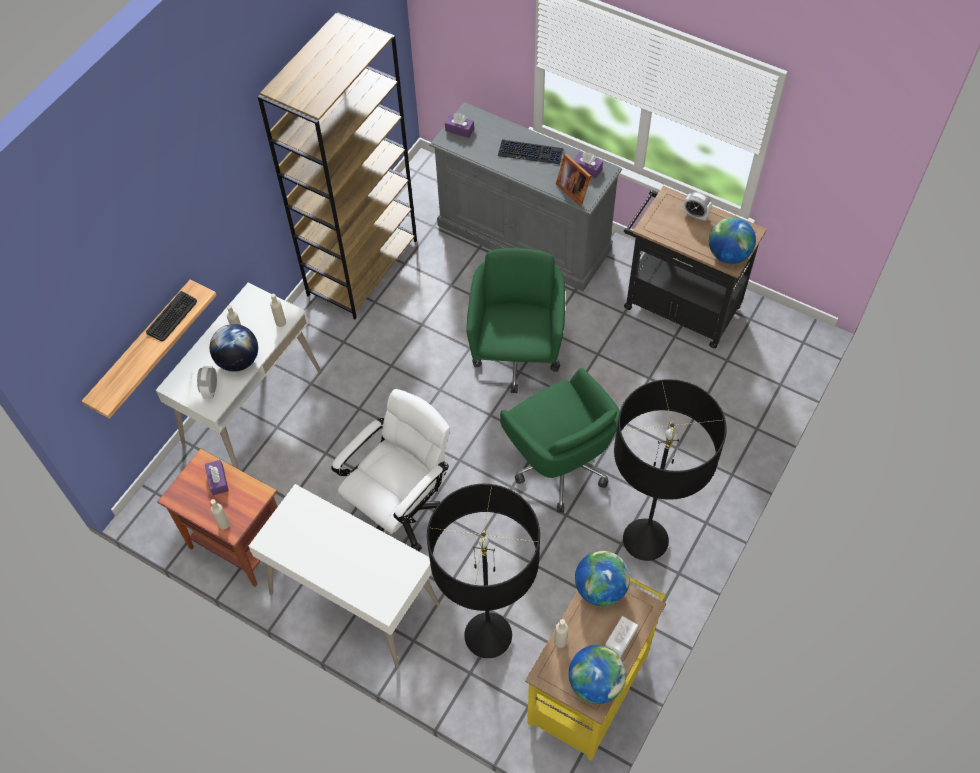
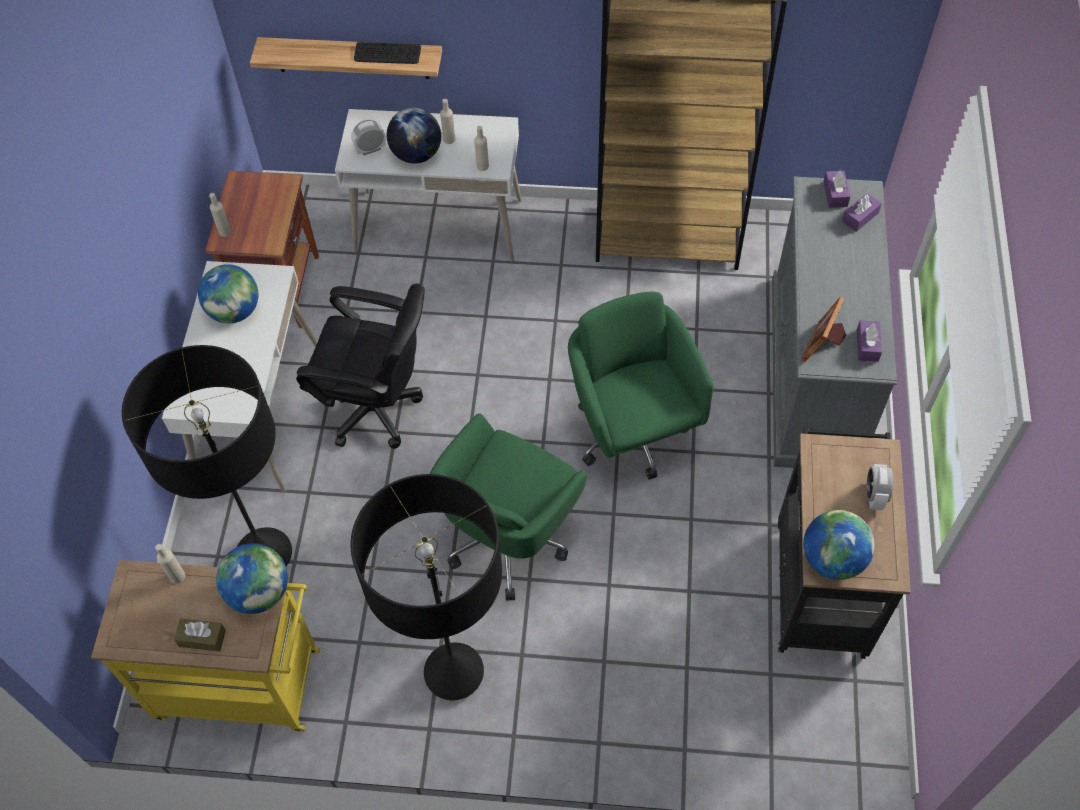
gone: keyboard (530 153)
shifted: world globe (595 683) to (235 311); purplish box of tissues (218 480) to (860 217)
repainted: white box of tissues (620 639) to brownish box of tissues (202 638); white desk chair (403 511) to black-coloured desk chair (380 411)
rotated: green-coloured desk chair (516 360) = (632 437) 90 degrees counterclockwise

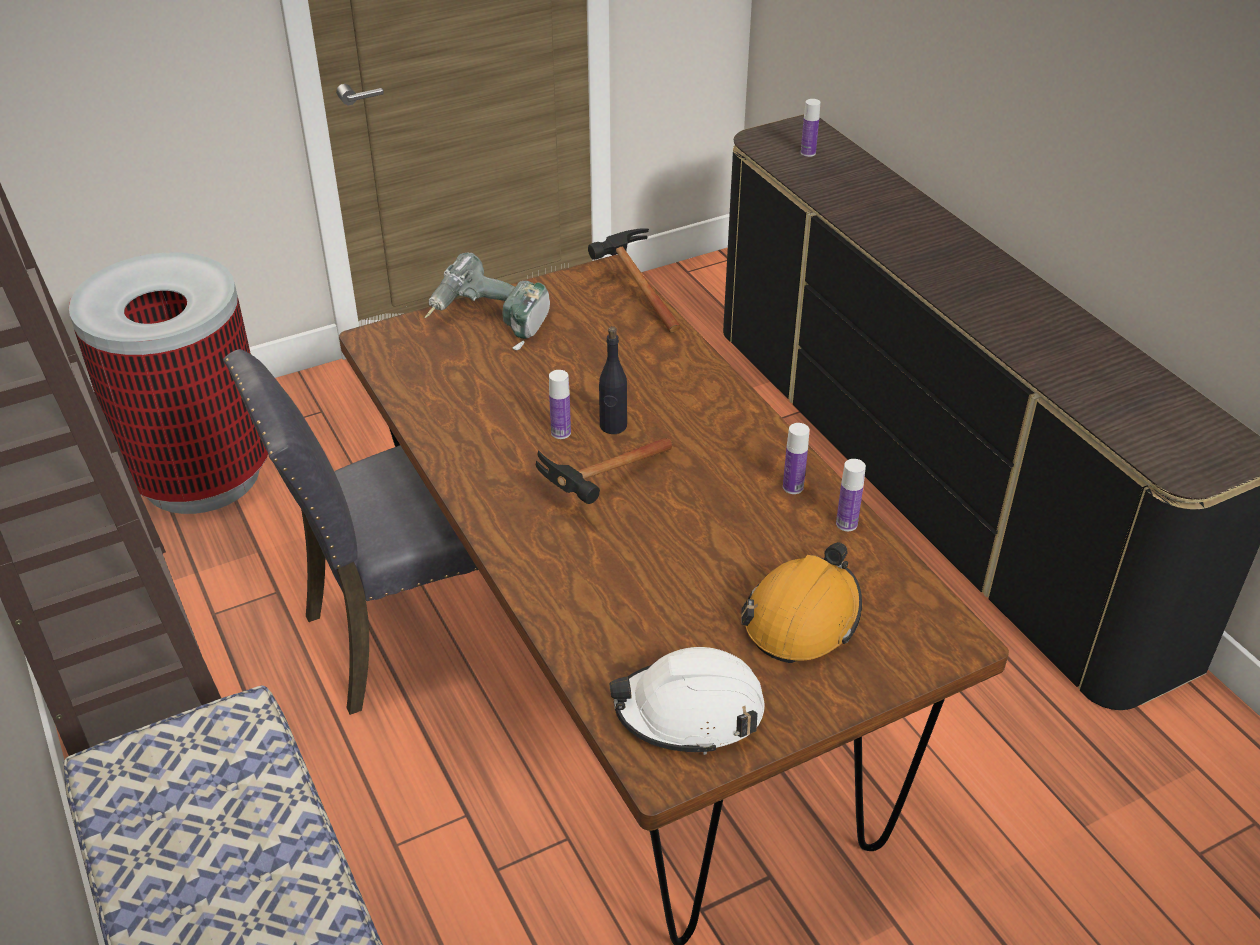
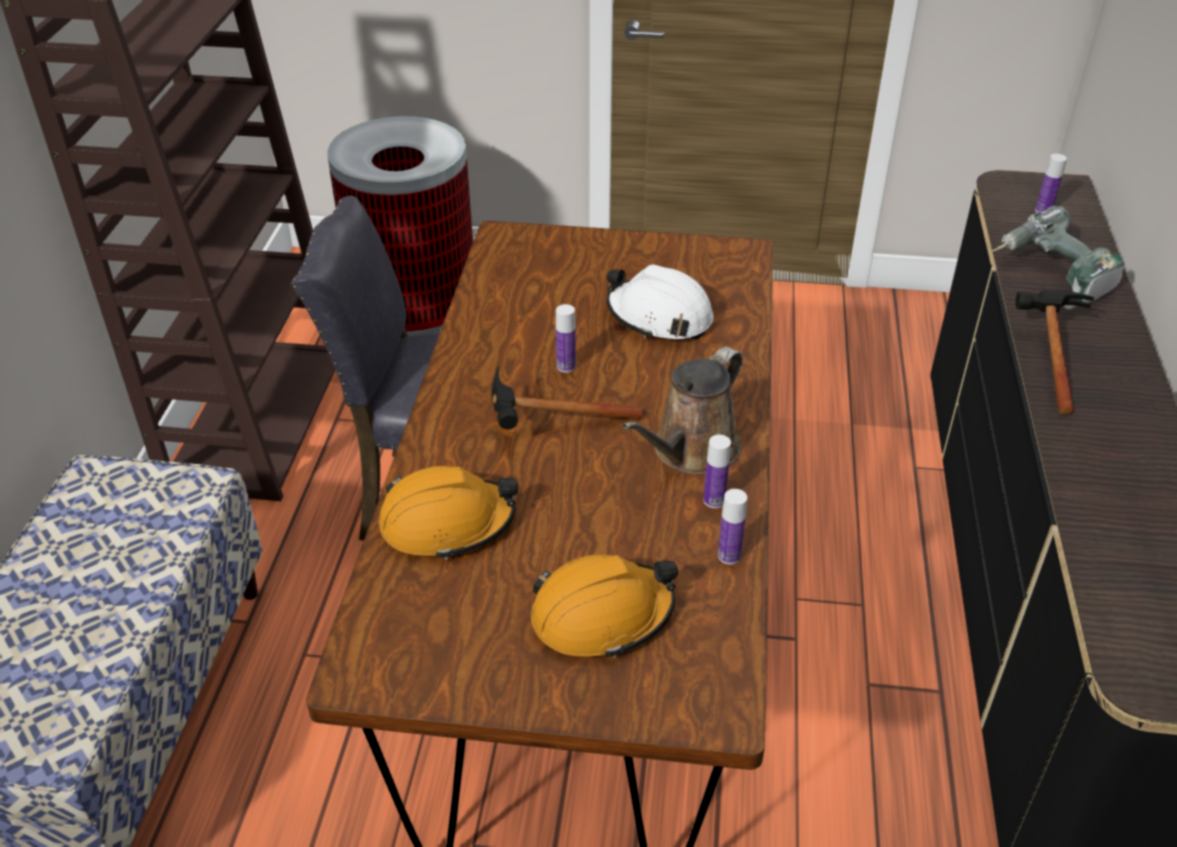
gone: black-coloured bottle (613 426)
new: orange safety helmet (447 523); brownish watering pot (691 451)
shifted: white safety helmet (689 712) to (659 317); power drill (488 322) to (1052 277); tool hammer (633 292) to (1046 357)

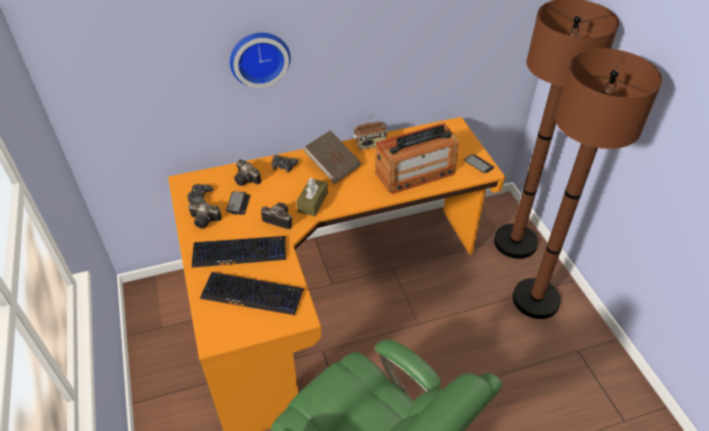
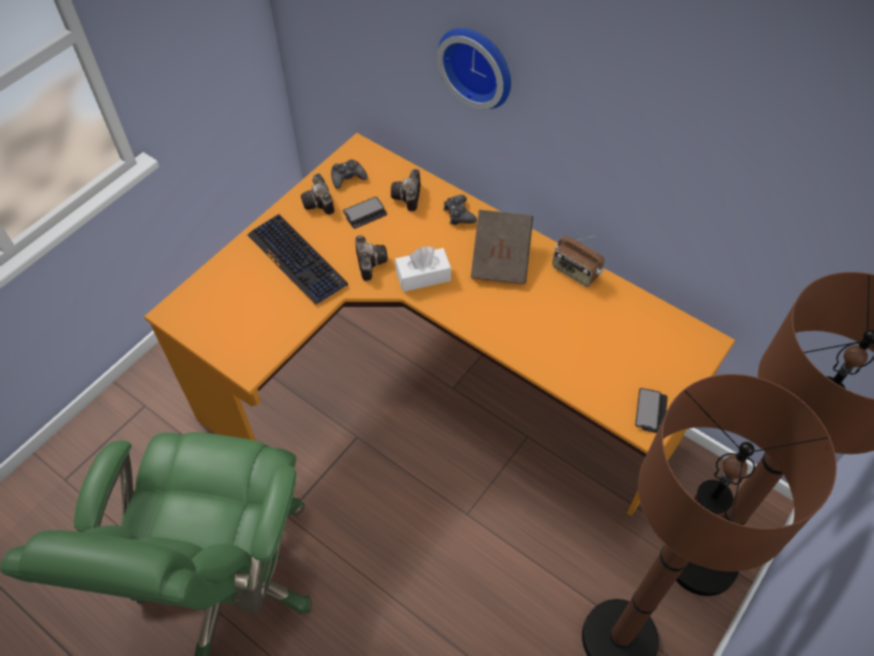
gone: keyboard (252 294); radio receiver (415 173)
repainted: brownish box of tissues (313 202) to white box of tissues (423 276)

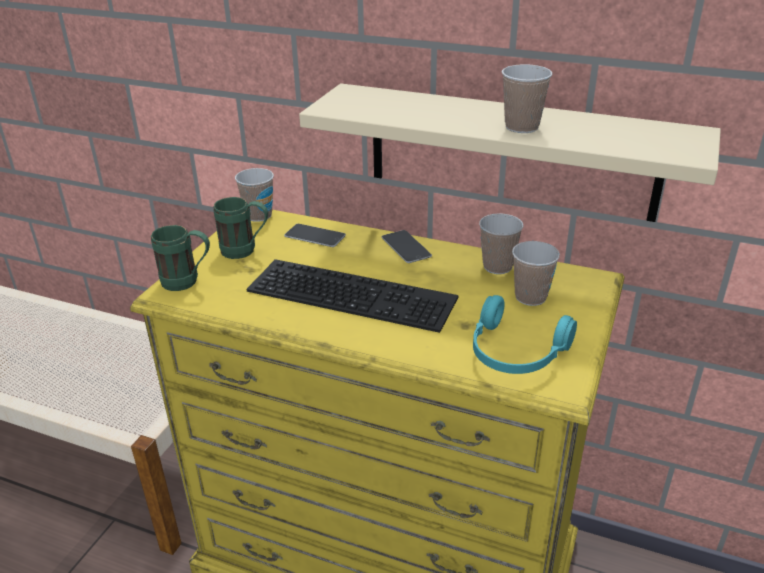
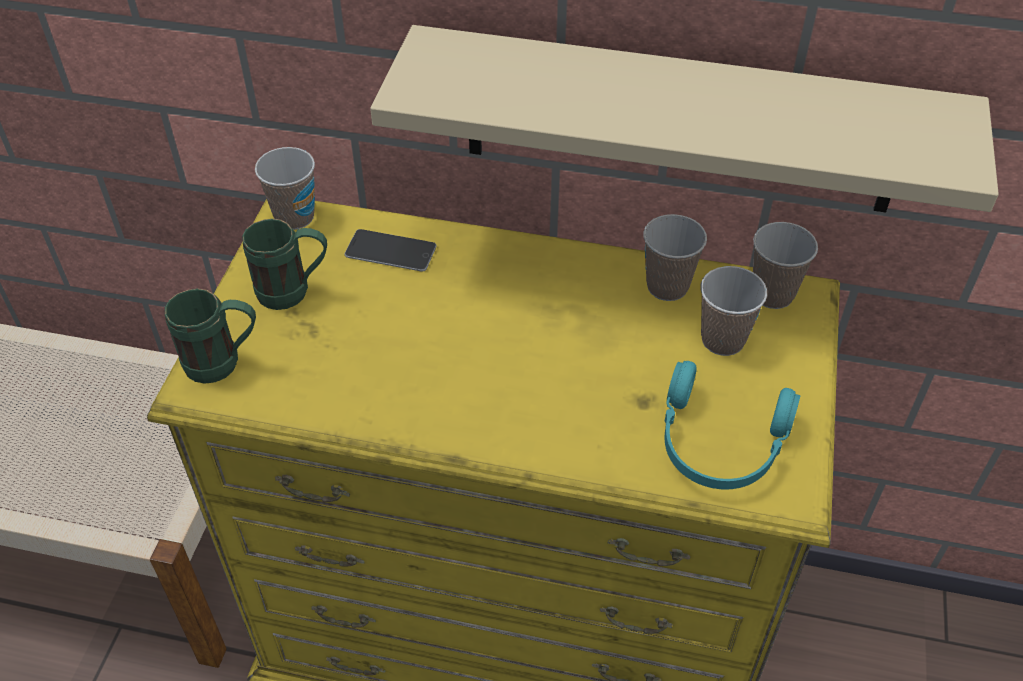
gone: keyboard (355 292); phone (406 247)
shifted: small cup (521 127) to (772 294)

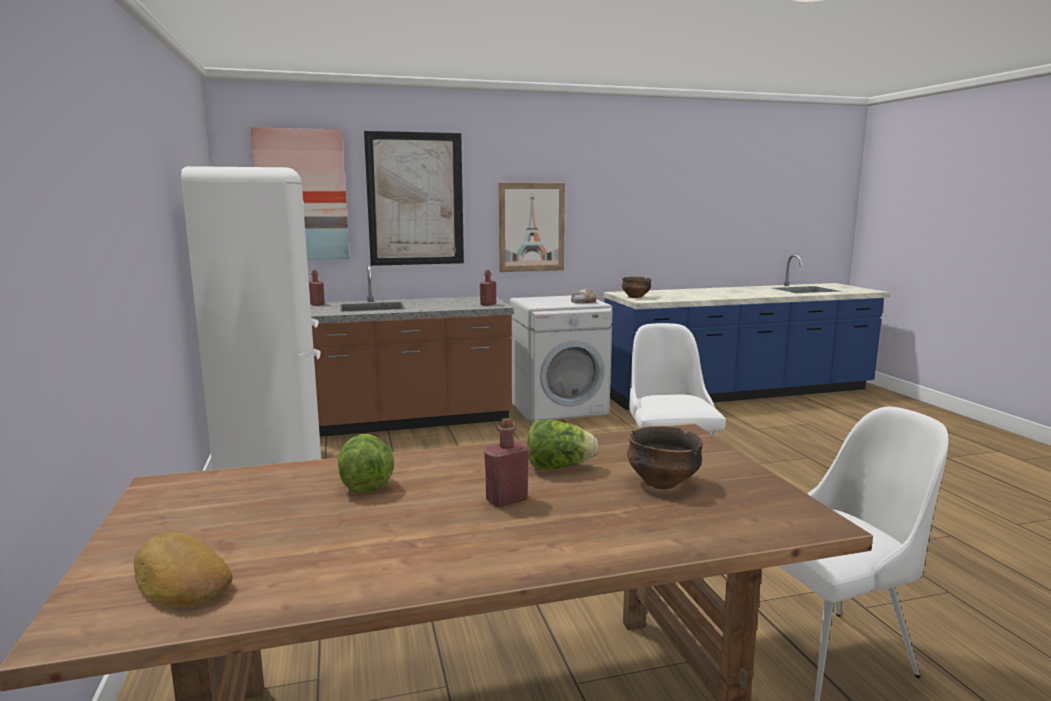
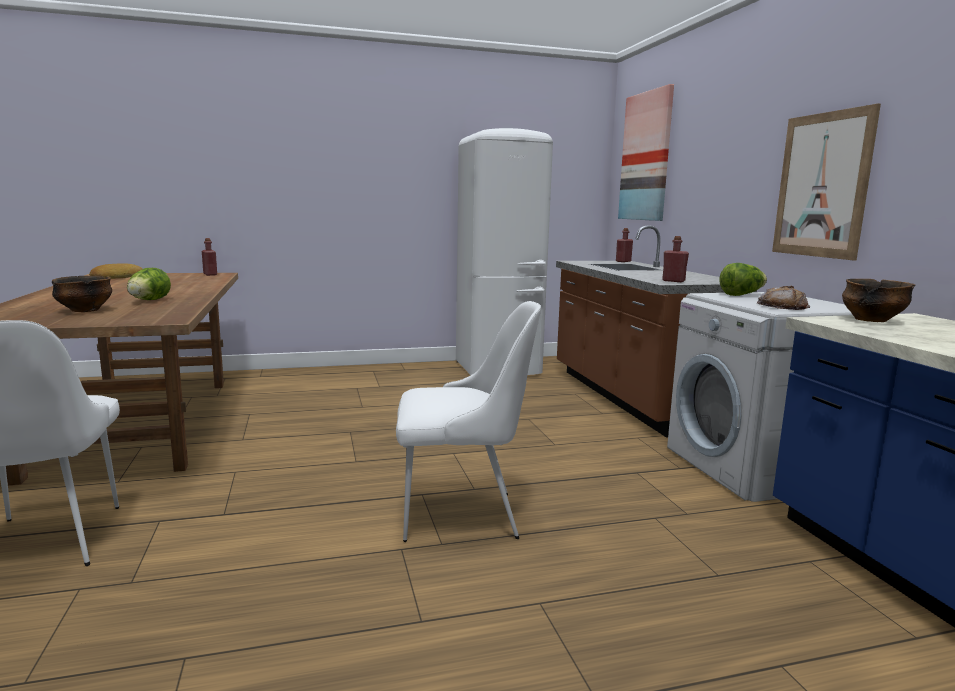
gone: picture (415 199)
shifted: red bottle (507 500) to (210 274); lettuce (365 483) to (741 295)

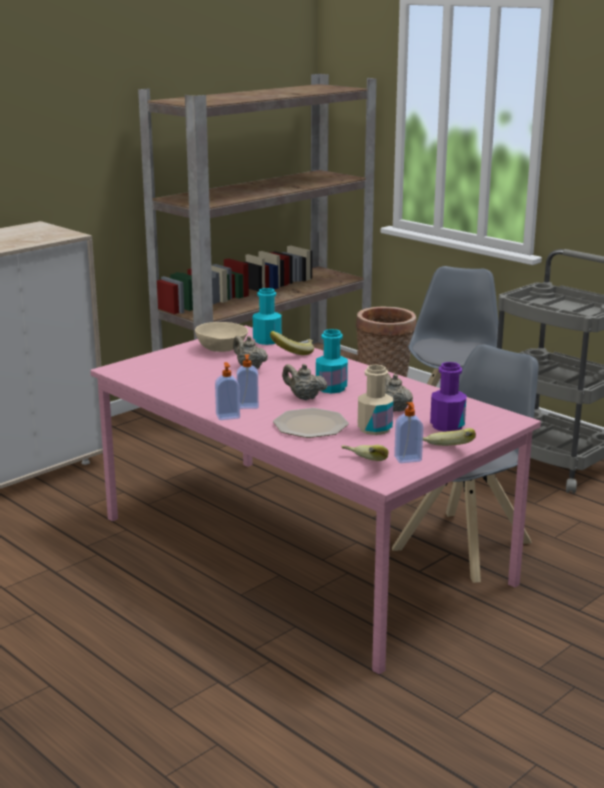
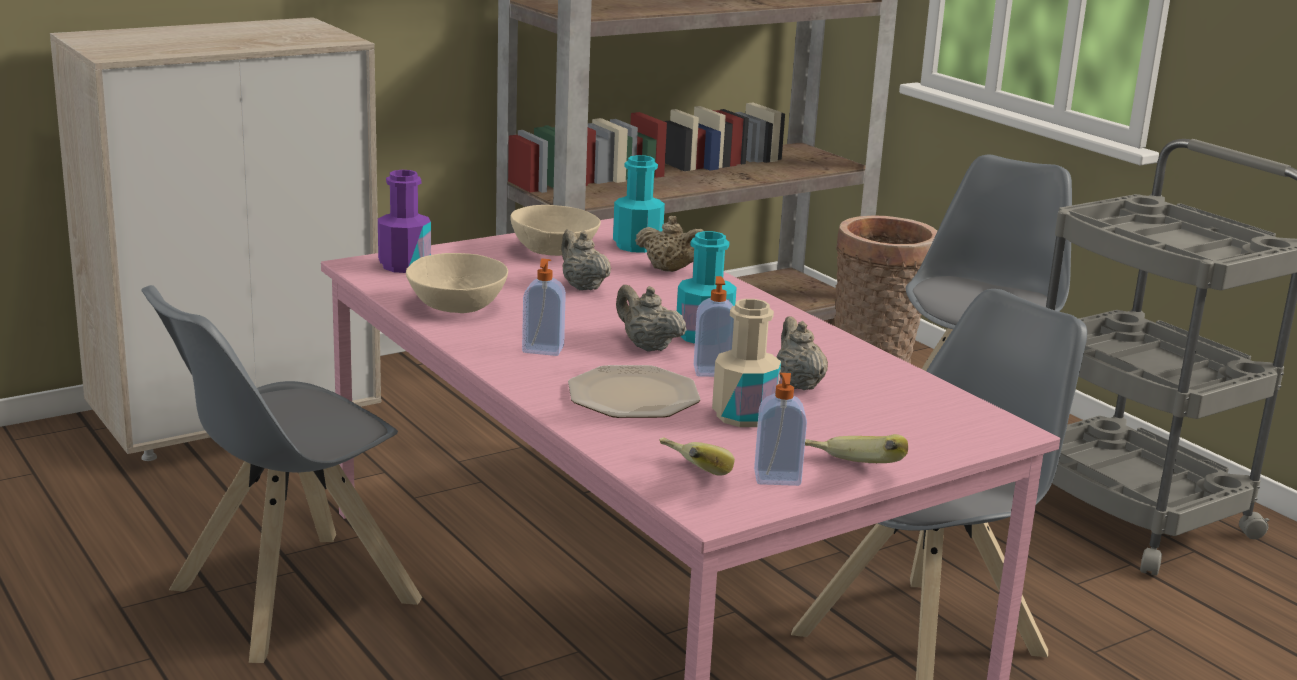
new: gray chair (288 598); sand-coloured serving bowl (457 306)
shifted: purplish bottle (447 426) to (404 265); soap dispenser (227 416) to (713 371)
swapped: whole banana (293 353) to sand-coloured pot for tea (670 270)

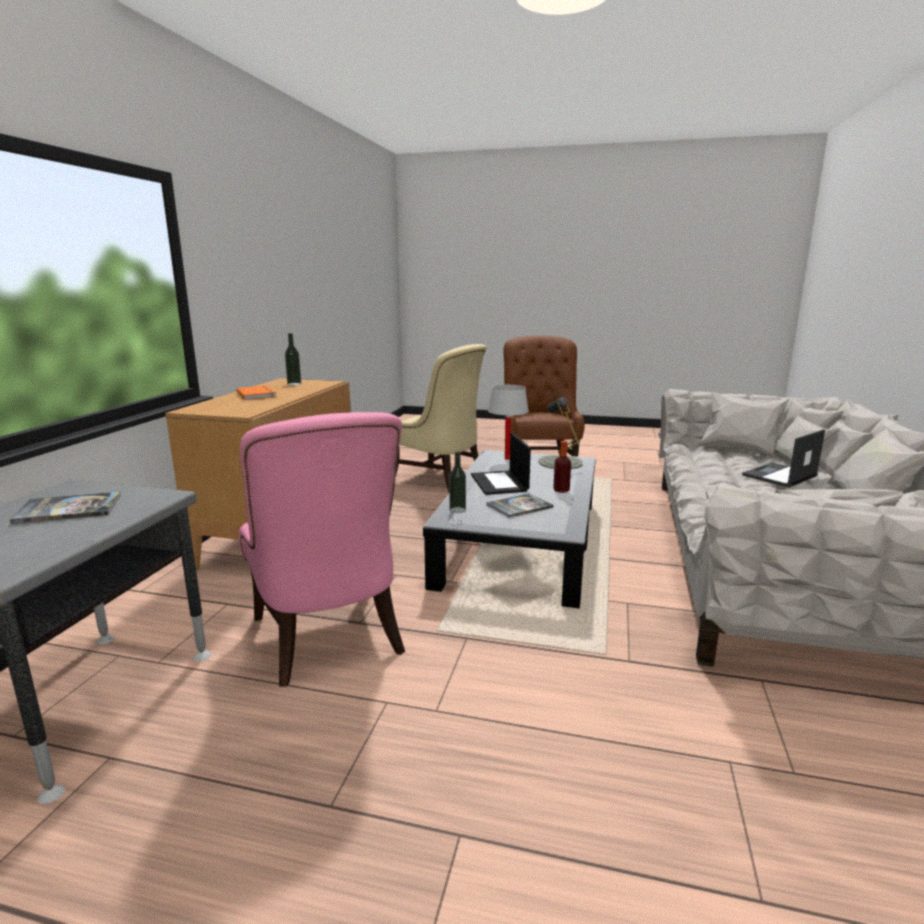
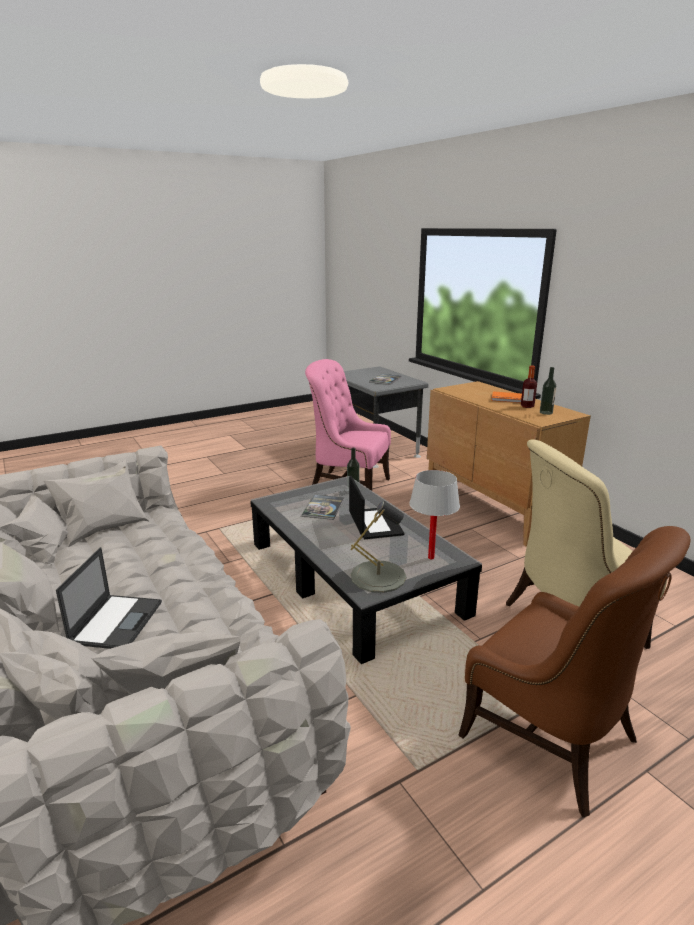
shifted: bottle (561 490) to (527 406)
rotated: notebook computer (500 483) = (374 523) 45 degrees clockwise

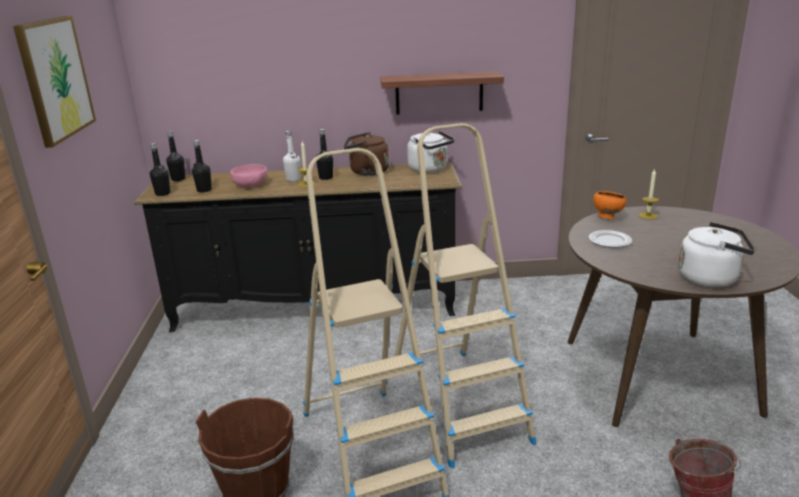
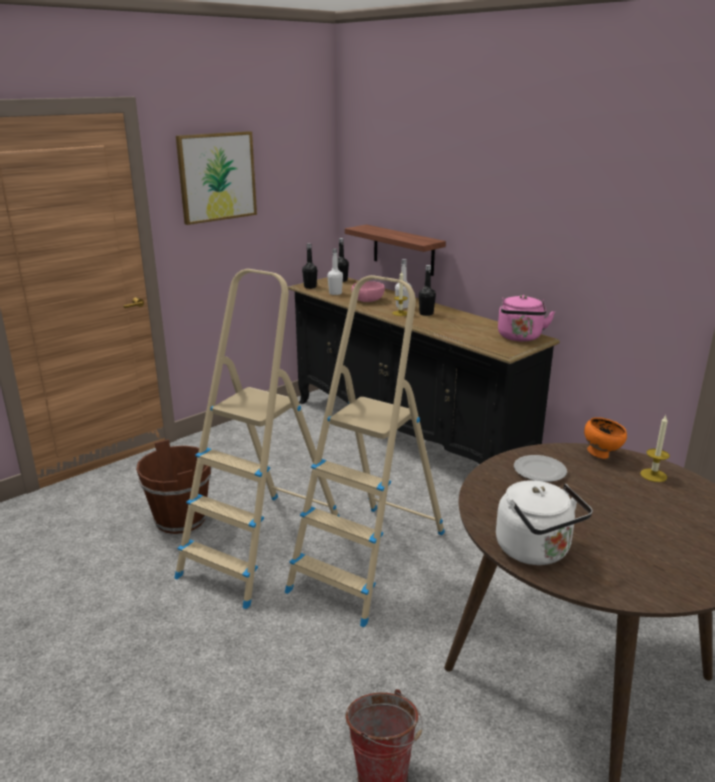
gone: brownish water kettle (366 172)
shifted: shelf (439 93) to (403 250)
repainted: black-coloured bottle (204 190) to white bottle (335 293); white water kettle (429 169) to pinkish water kettle (520 338)

